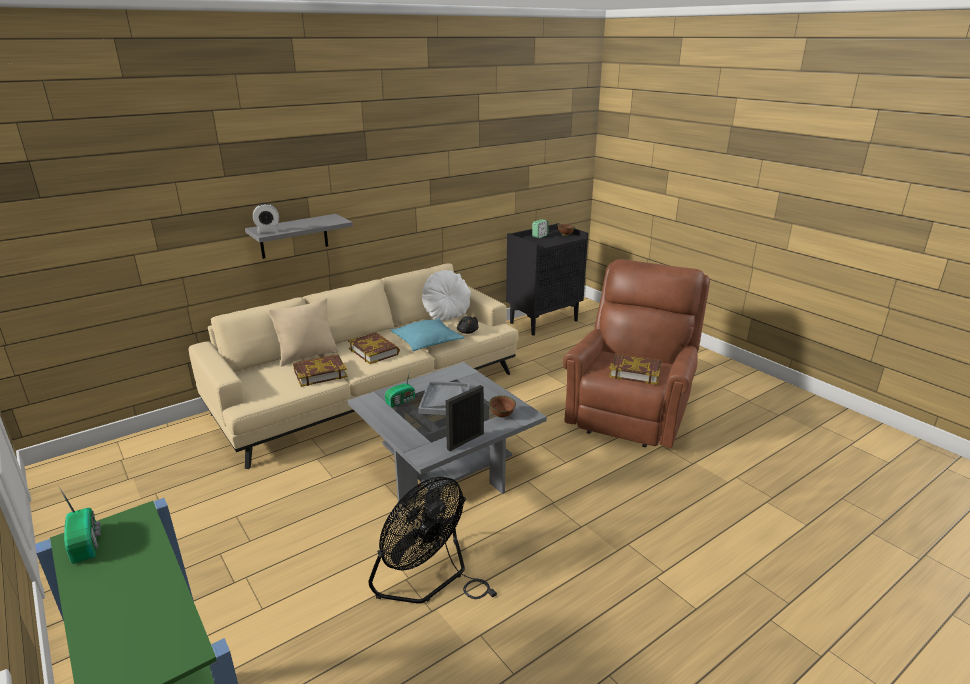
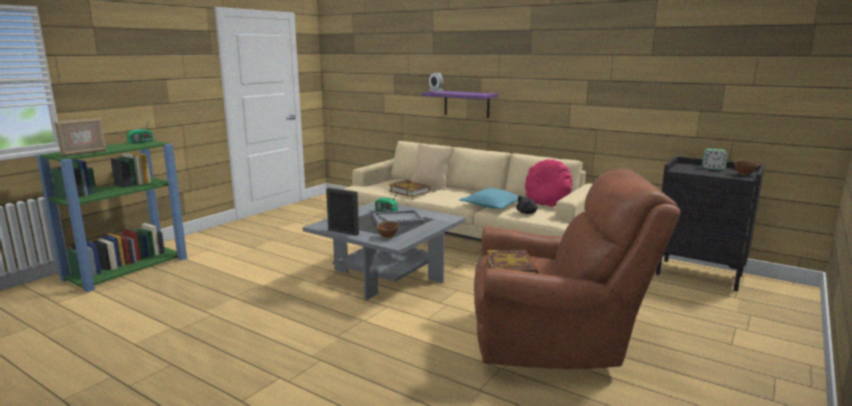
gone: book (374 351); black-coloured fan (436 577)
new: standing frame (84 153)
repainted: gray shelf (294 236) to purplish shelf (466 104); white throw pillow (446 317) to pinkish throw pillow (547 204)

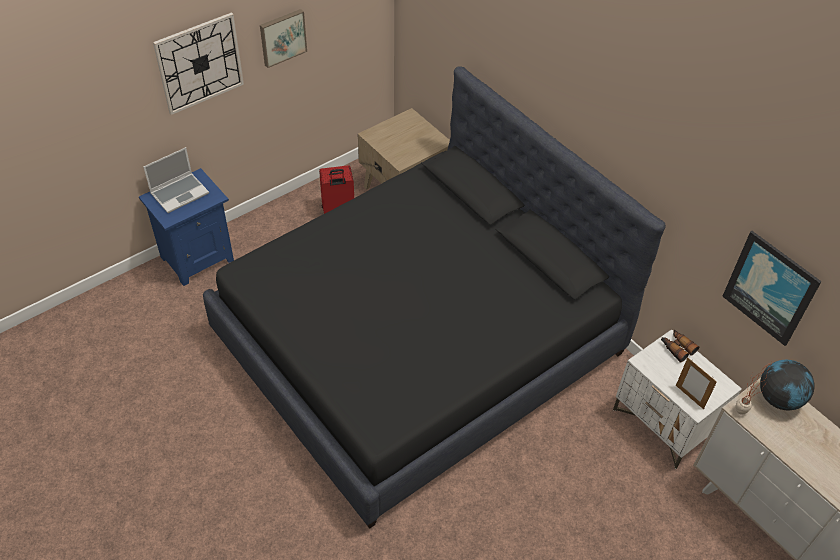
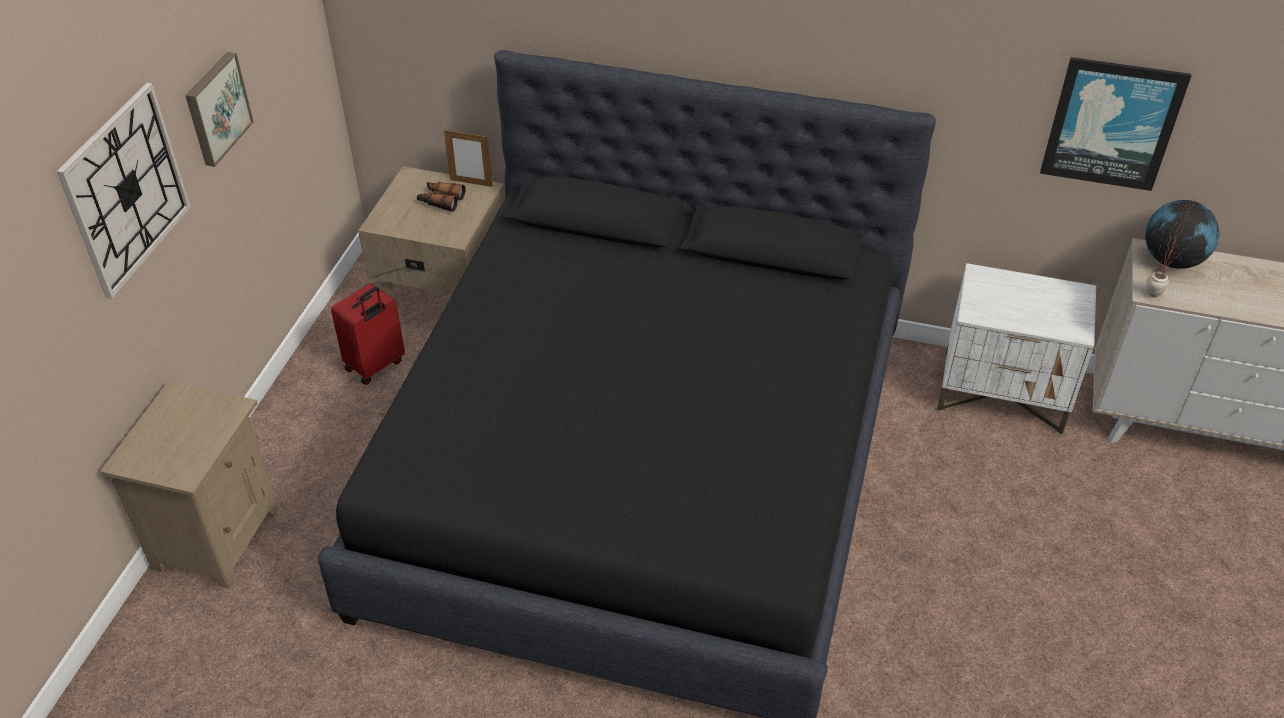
gone: notebook computer (180 193)
shifted: pair of binoculars (677 348) to (440 201); standing frame (689 397) to (471 183)
repainted: blue night table (199 259) to sand-coloured night table (220 538)

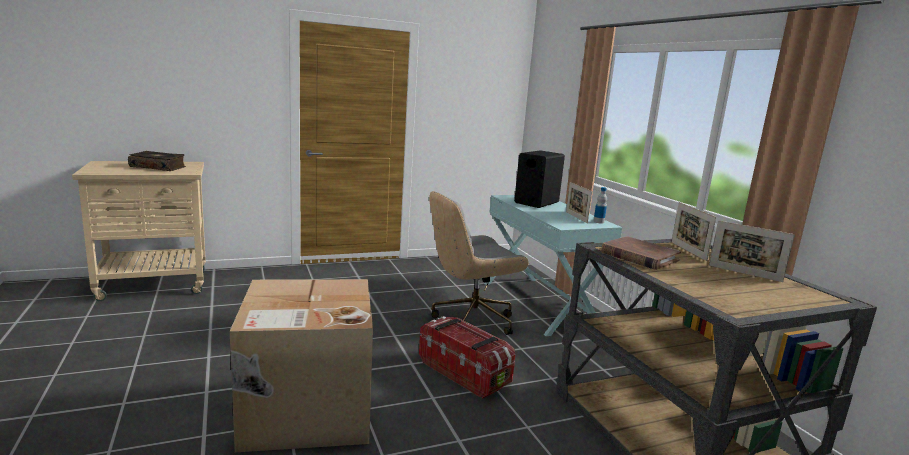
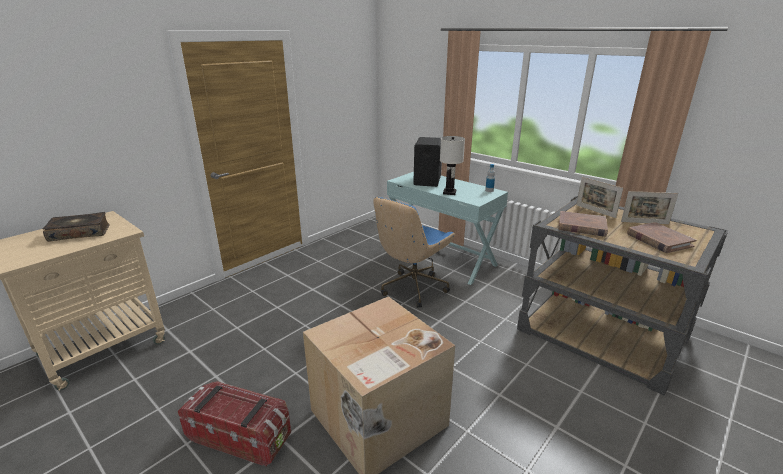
gone: standing frame (576 217)
new: white table lamp (449 192); brownish book (658 240)
shifted: storage container (465 373) to (240 436)
repainted: gray desk chair (471 321) to blue desk chair (412 290)

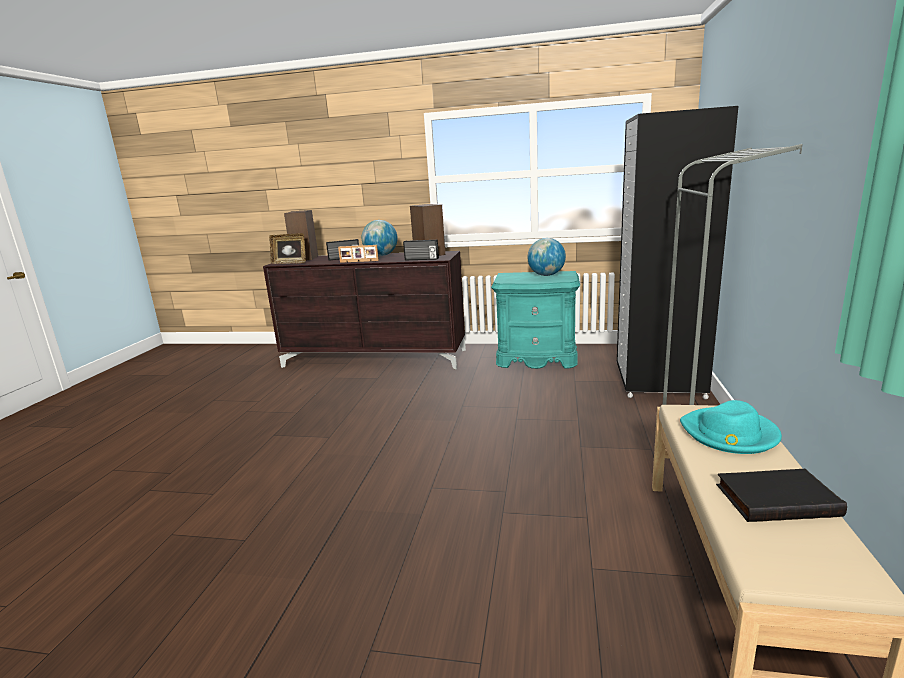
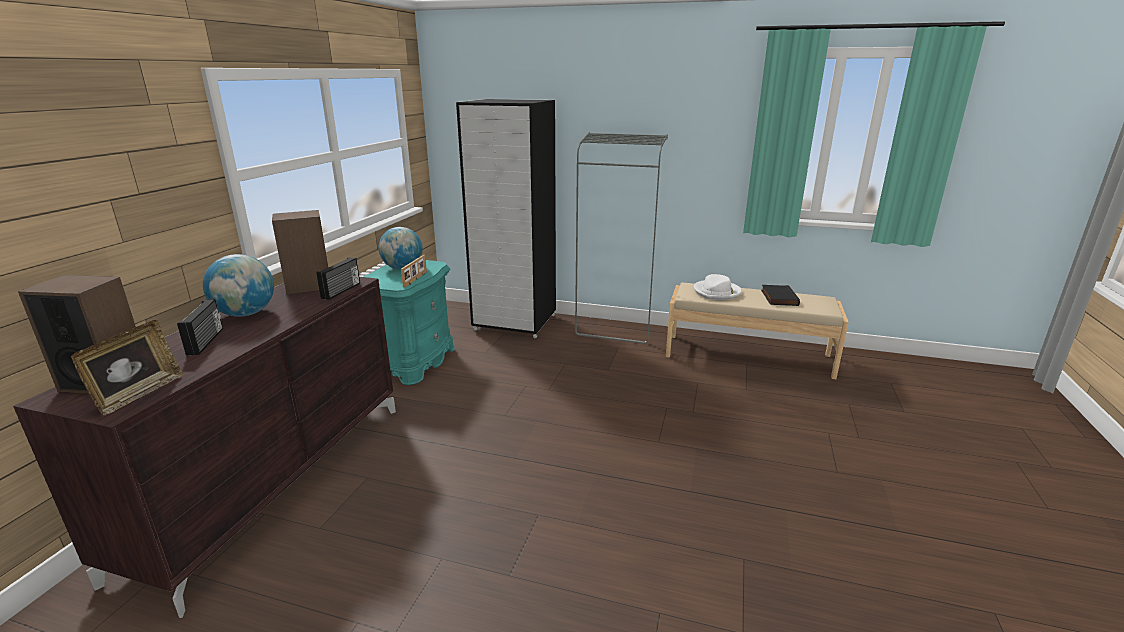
shifted: standing frame (359 261) to (416 279)
repainted: turquoise clothing hat (729 434) to white clothing hat (717 292)

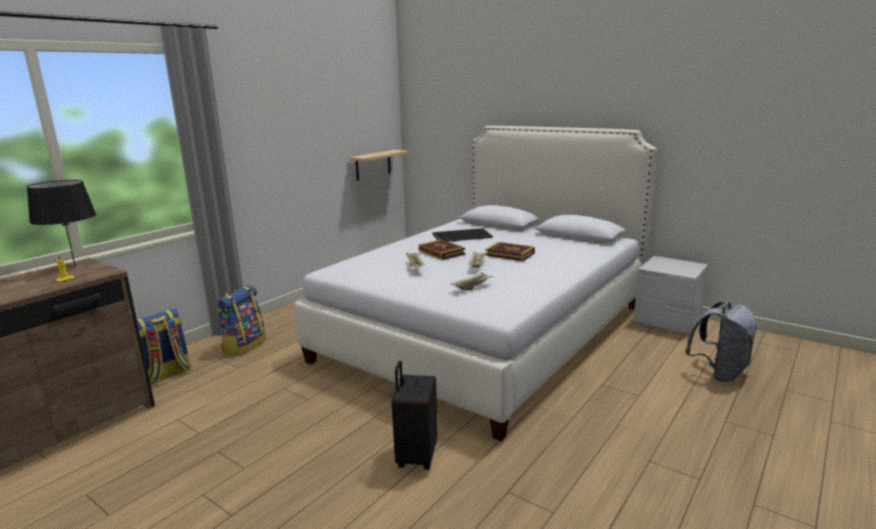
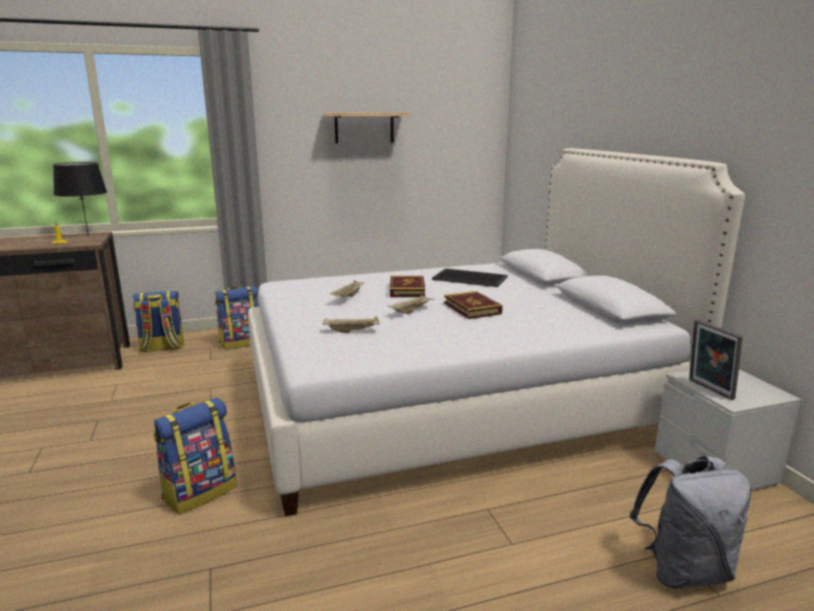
new: standing frame (708 389)
shifted: shelf (373 165) to (364 127)
swapped: black-coloured piece of luggage (416 456) to rucksack (200 492)

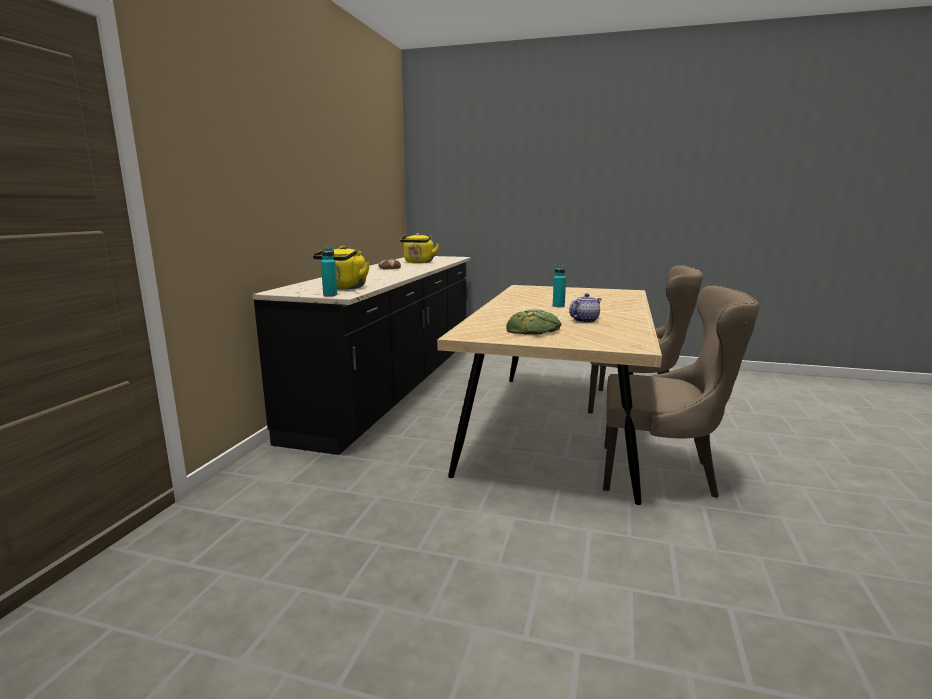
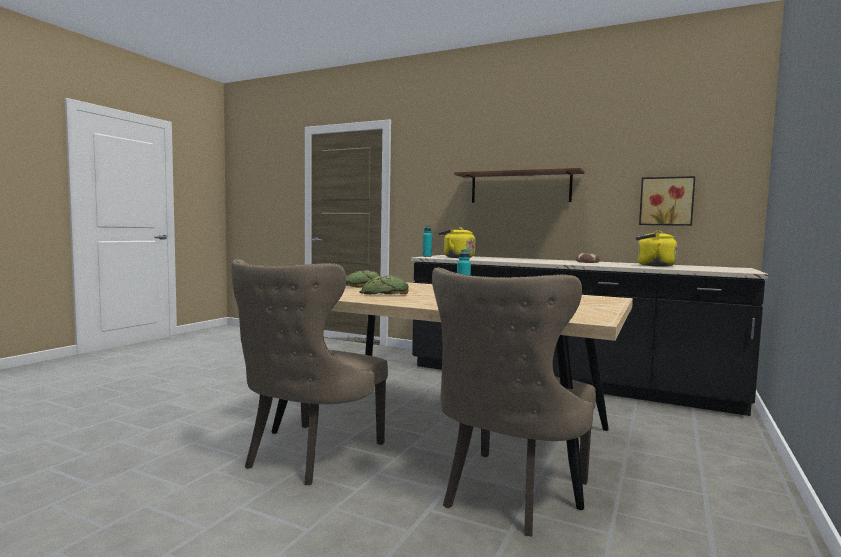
new: brownish shelf (520 187); picture (666 201)
swapped: pot for tea (585 320) to baked bread (384 293)

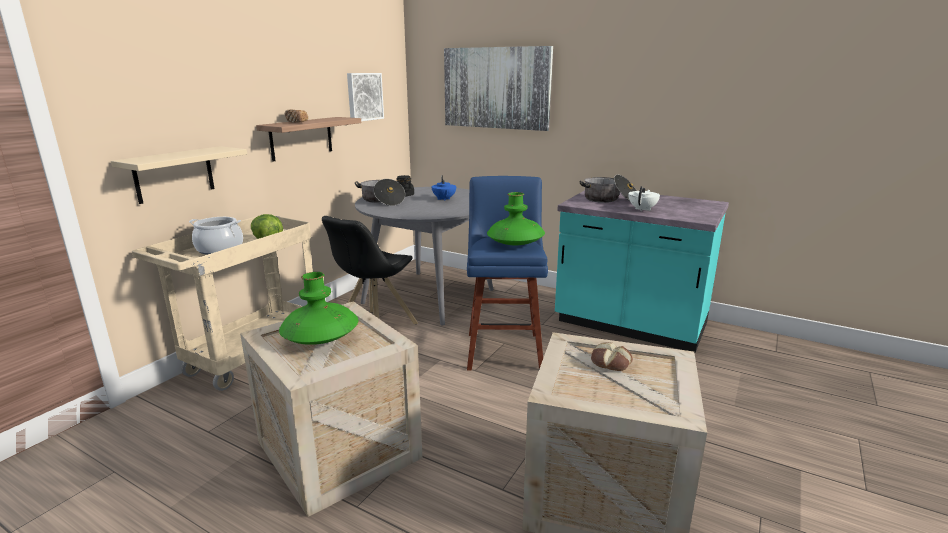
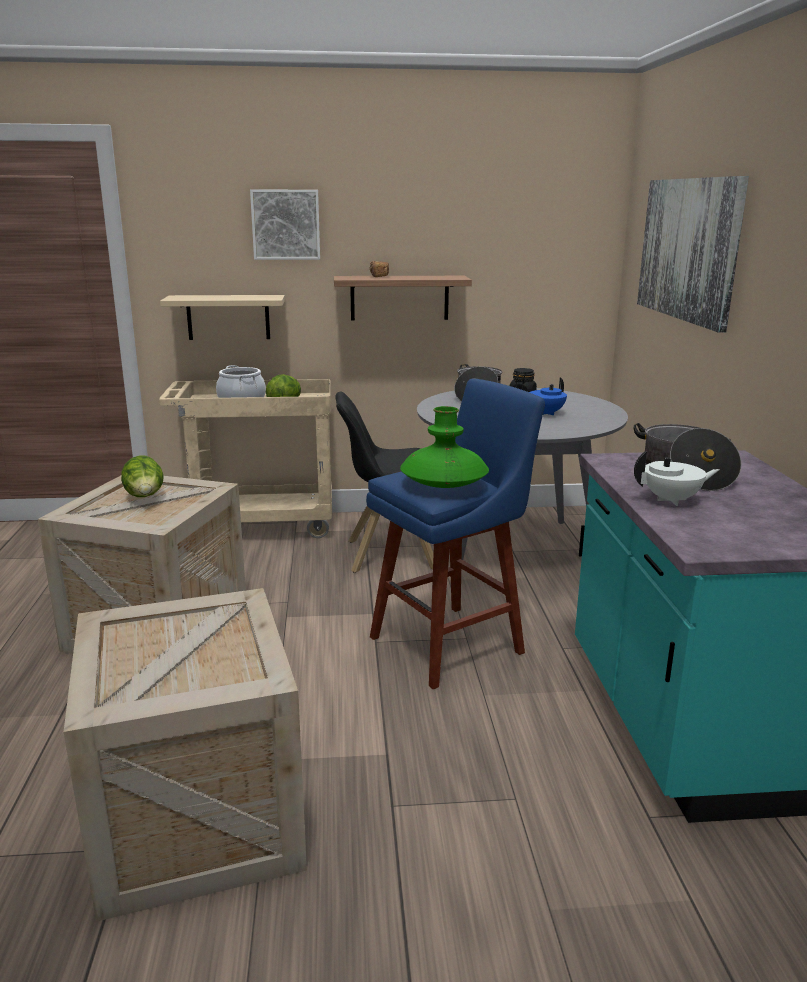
gone: baked bread (610 362)
shifted: picture (364 96) to (286 224)
swapped: green-coloured vase (320 337) to lettuce (145 498)

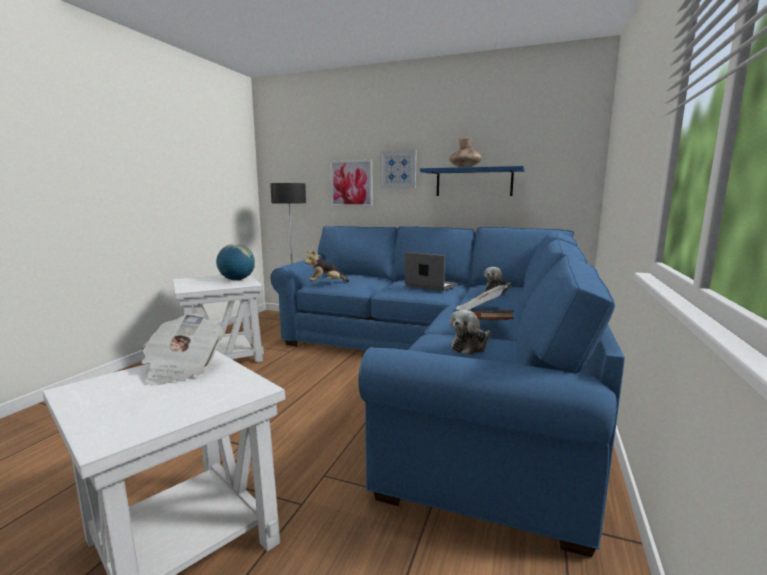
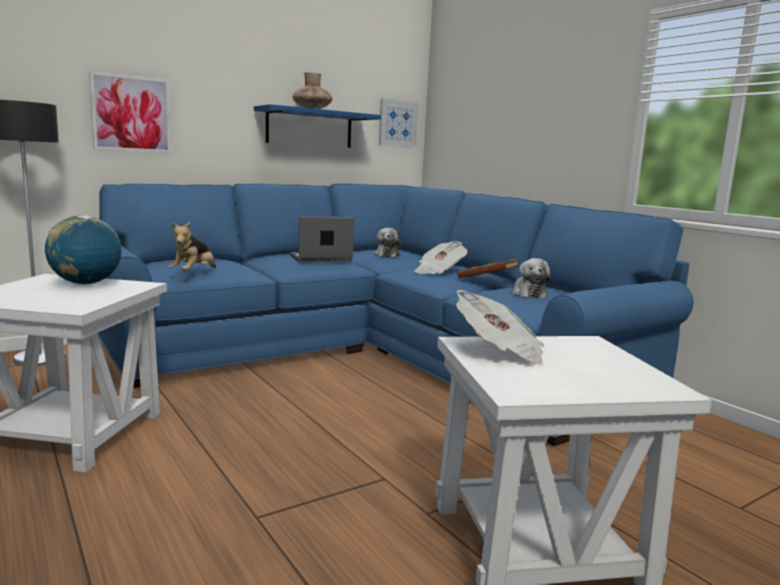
shifted: picture (398 169) to (398 123)

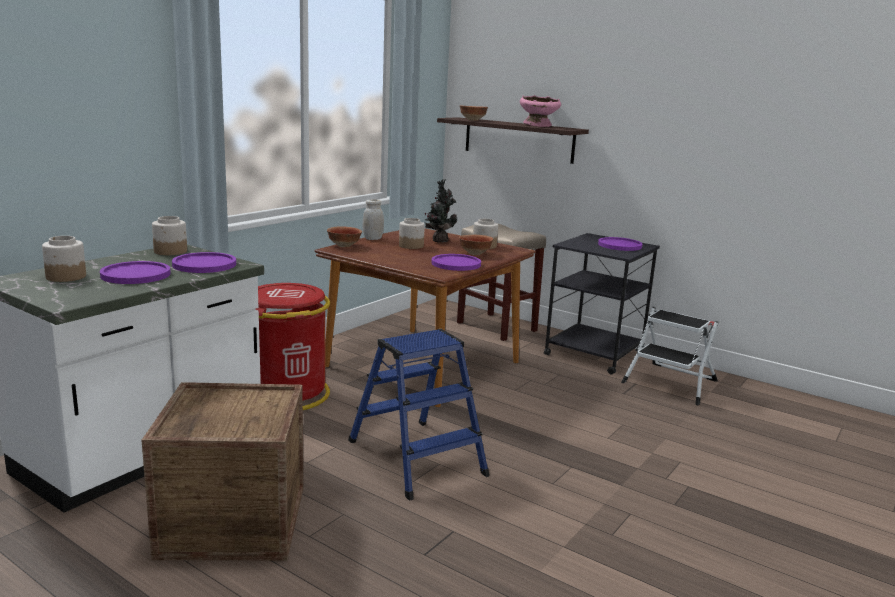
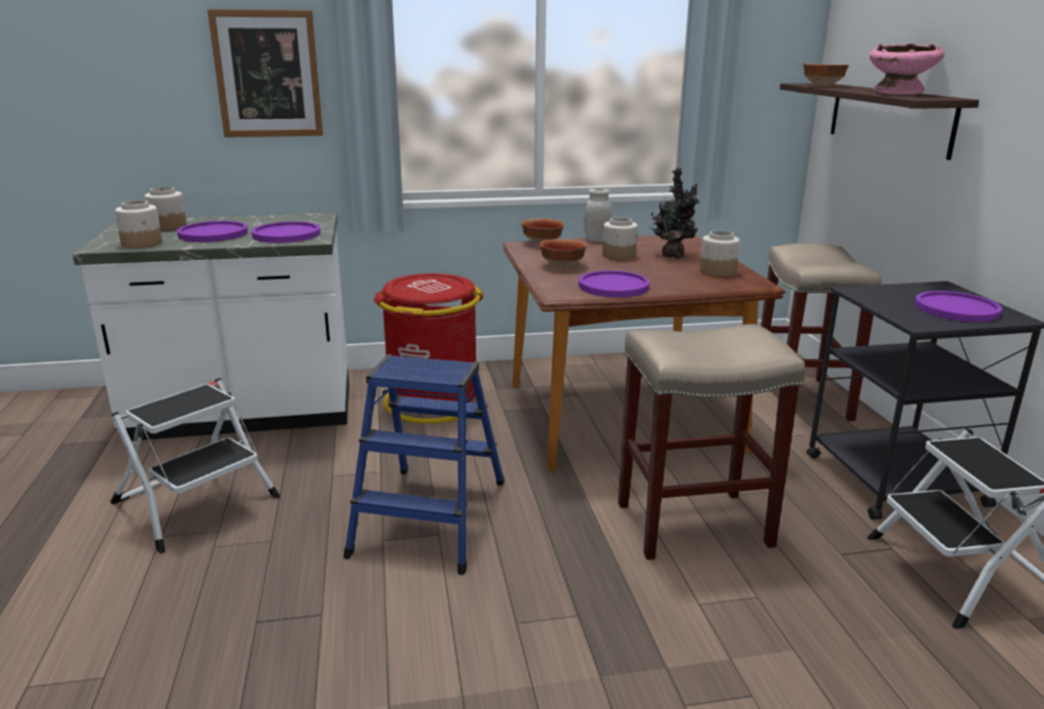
new: picture (267 74); sand-coloured sitting stool (691 525)
shifted: preserve jar (171 251) to (142 243); serving bowl (474 253) to (561 266)
swapped: shipping crate (233 521) to step ladder (194 502)

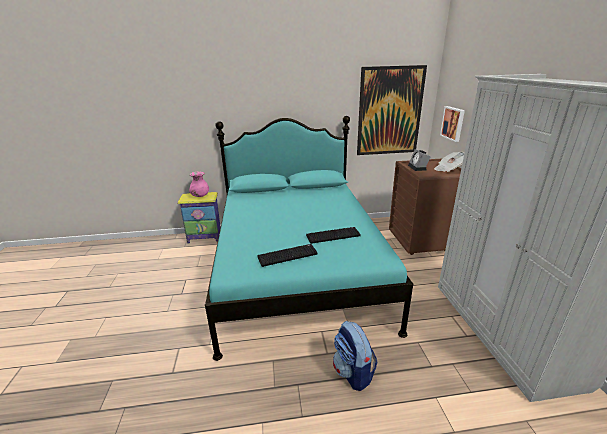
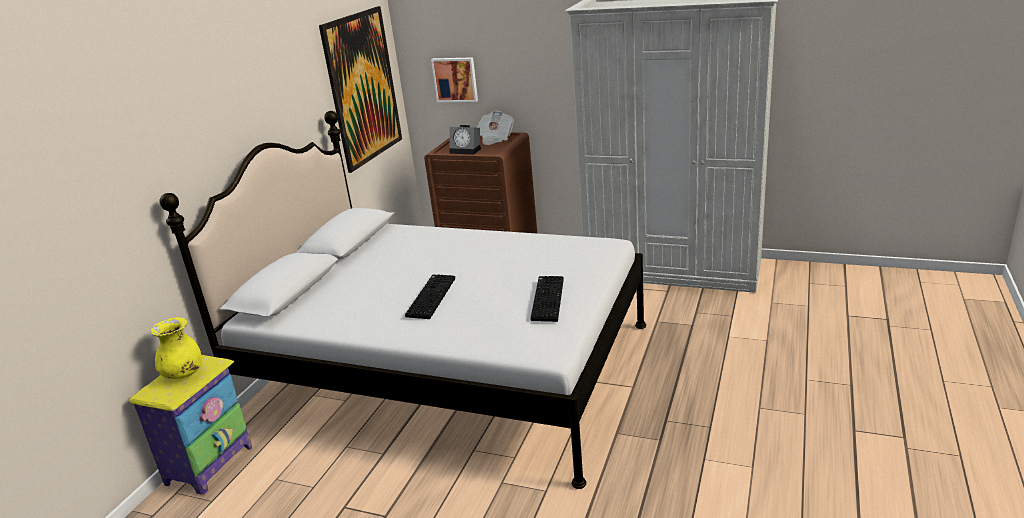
gone: rucksack (353 372)
shifted: keyboard (333 235) to (430 297)
repainted: pinkish vase (200 196) to yellow-coloured vase (184 374); turquoise bed (297 271) to white bed (450 371)

